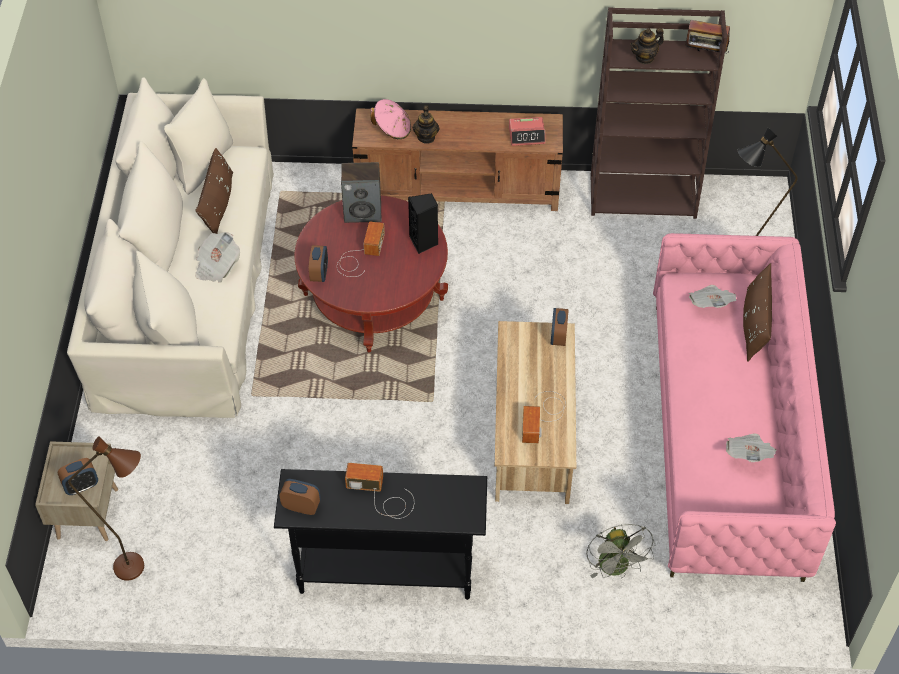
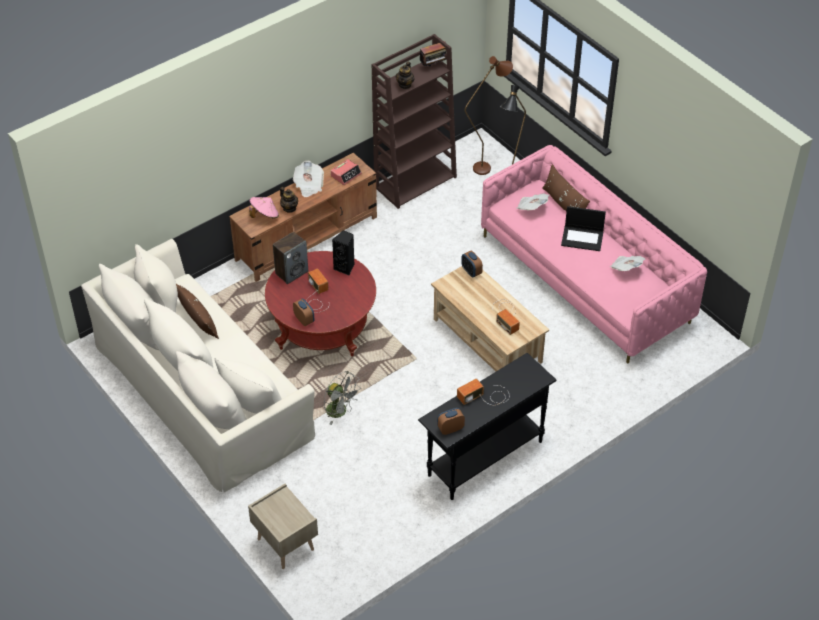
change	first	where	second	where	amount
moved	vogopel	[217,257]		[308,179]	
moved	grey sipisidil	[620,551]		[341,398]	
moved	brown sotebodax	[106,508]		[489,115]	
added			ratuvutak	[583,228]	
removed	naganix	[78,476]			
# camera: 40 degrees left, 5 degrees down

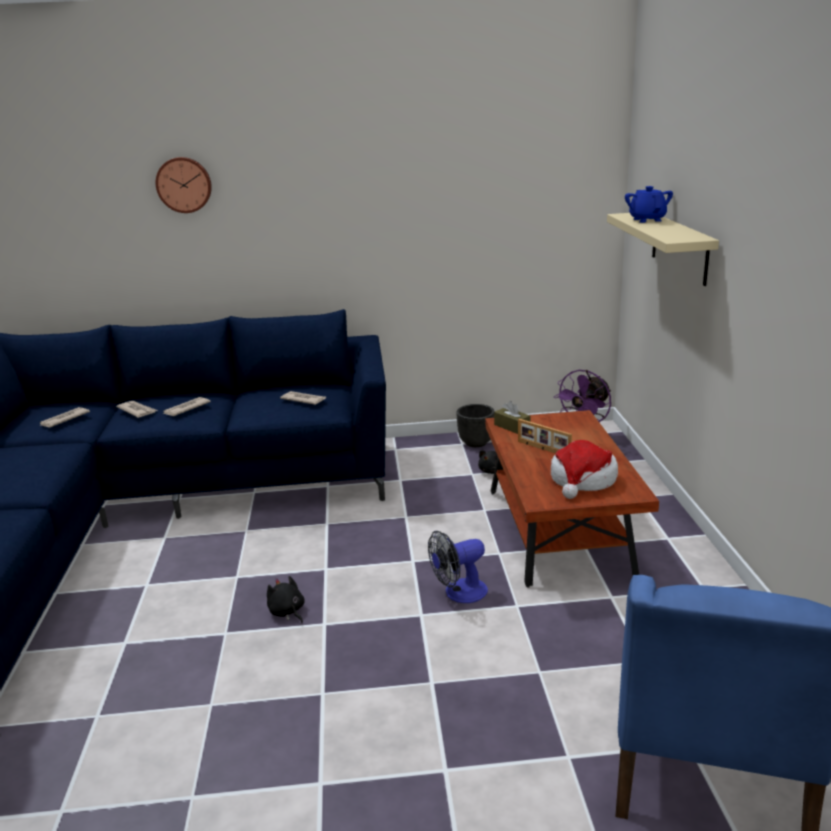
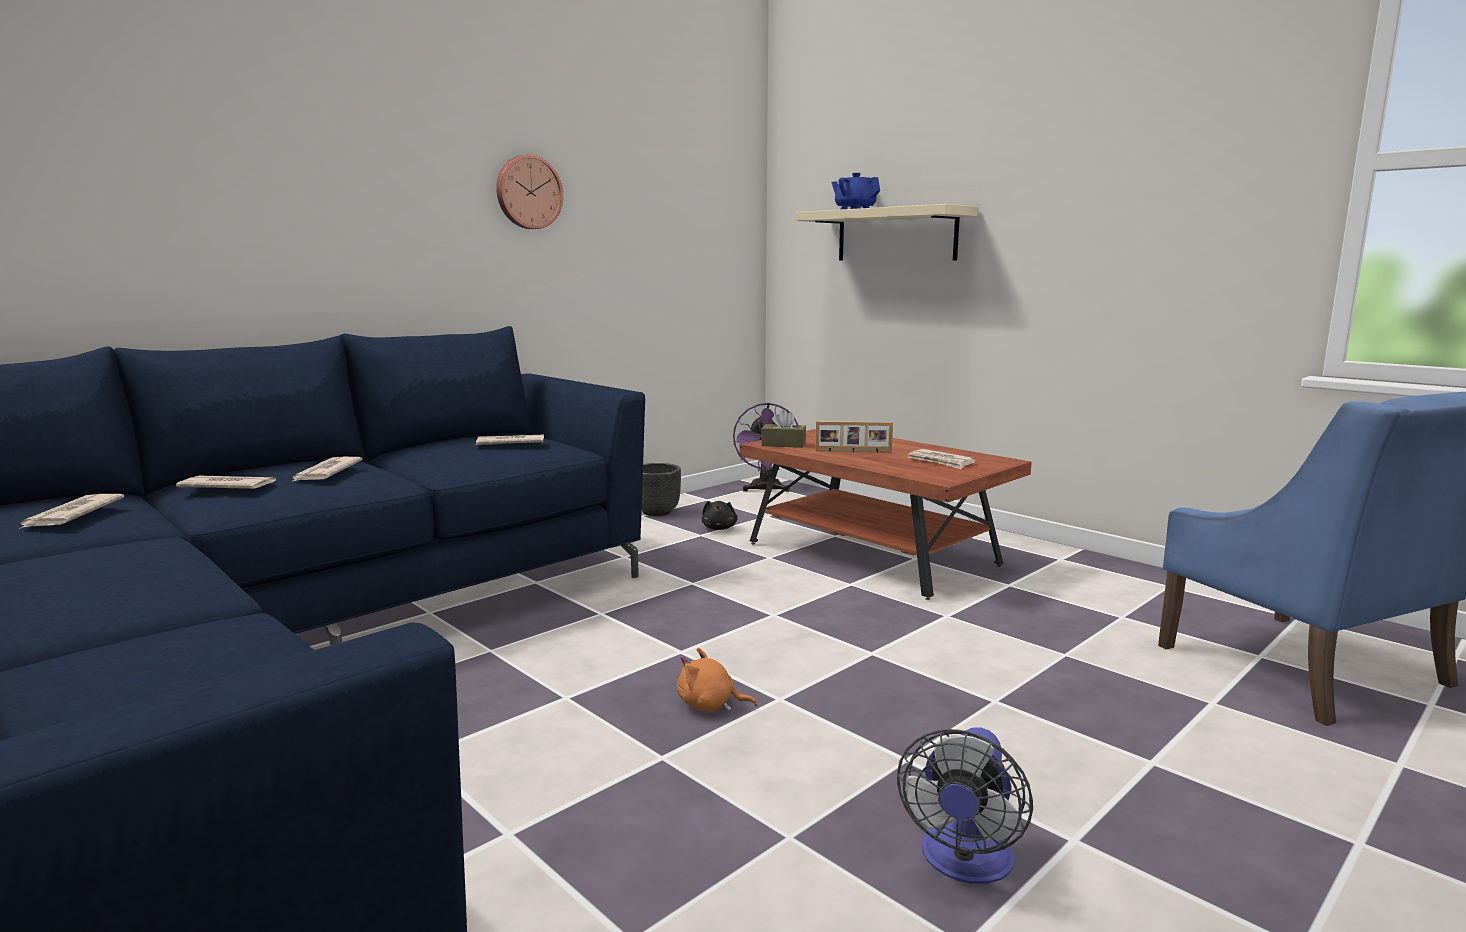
change	first	where	second	where	amount
moved	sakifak	[184,185]		[529,191]	
recoloured	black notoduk	[286,599]	orange notoduk	[717,679]	
moved	sipisidil	[458,567]		[965,805]	
replaced	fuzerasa	[584,469]	vogopel	[942,459]	
# camera: 40 degrees left, 10 degrees down

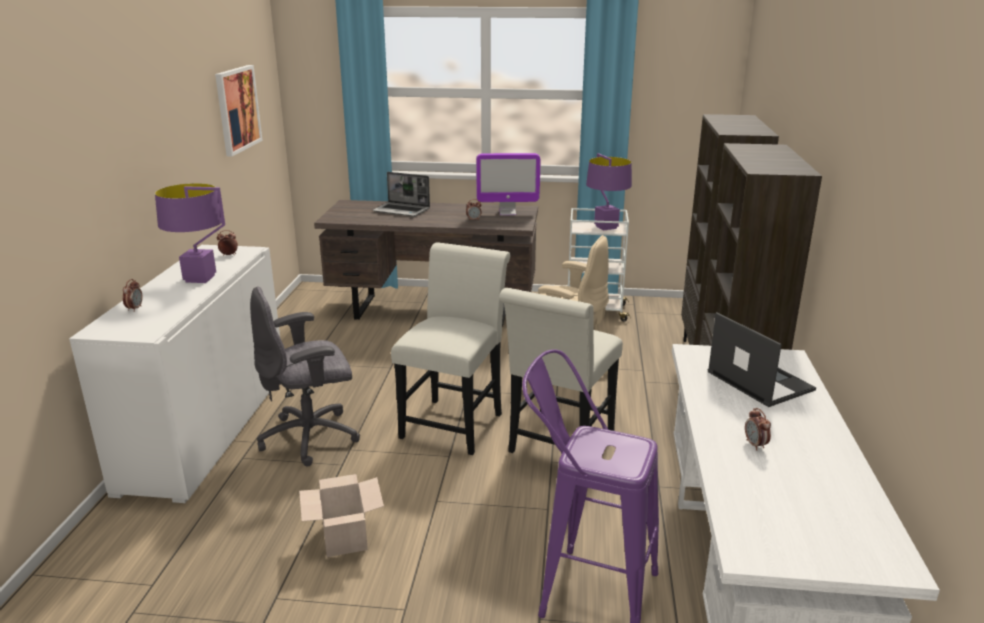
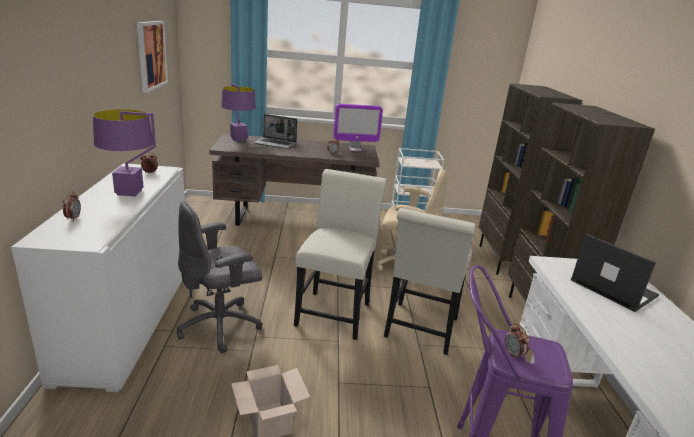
change	first	where	second	where	amount
moved	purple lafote	[609,192]		[238,112]	
moved	naganix	[758,429]		[517,342]	
# camera: 10 degrees left, 0 degrees up

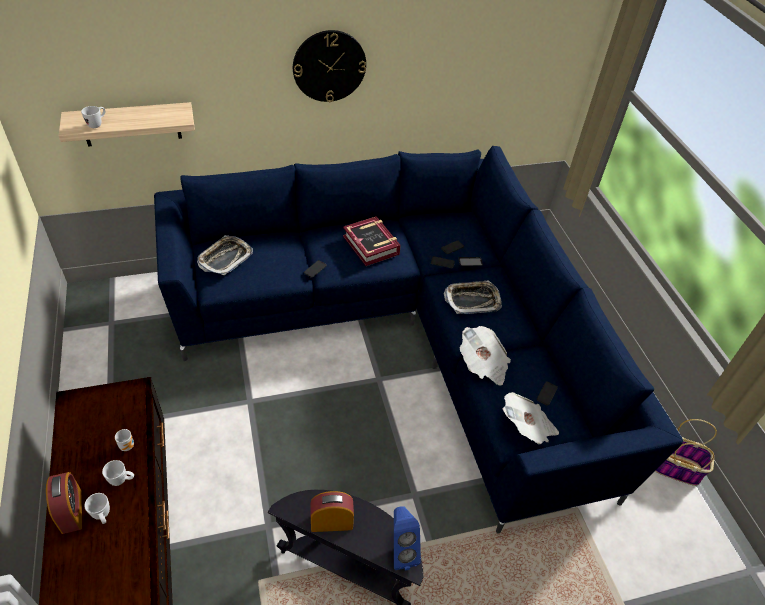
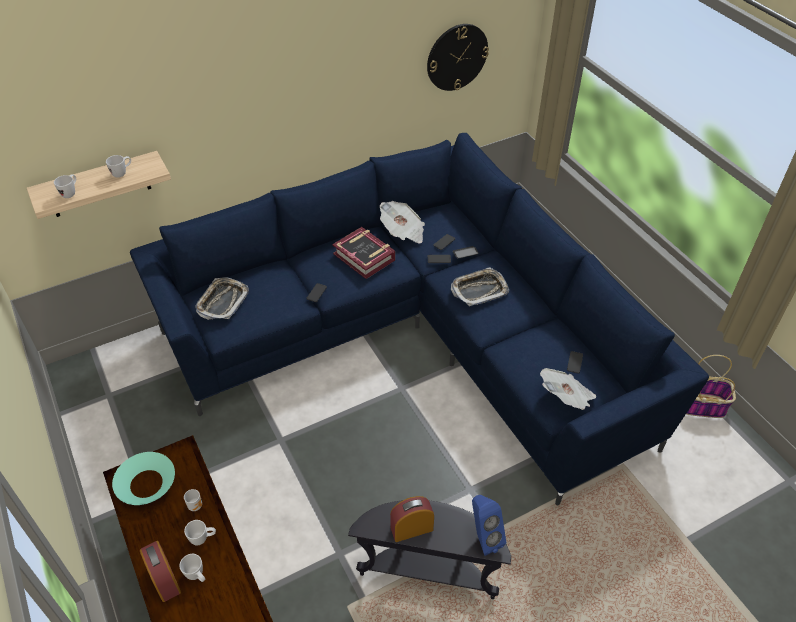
change	first	where	second	where	amount
added			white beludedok	[118,166]	
added			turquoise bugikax	[143,478]	
moved	vogopel	[485,356]		[402,222]	
moved	sakifak	[329,66]		[458,57]	
# camera: 10 degrees left, 0 degrees up

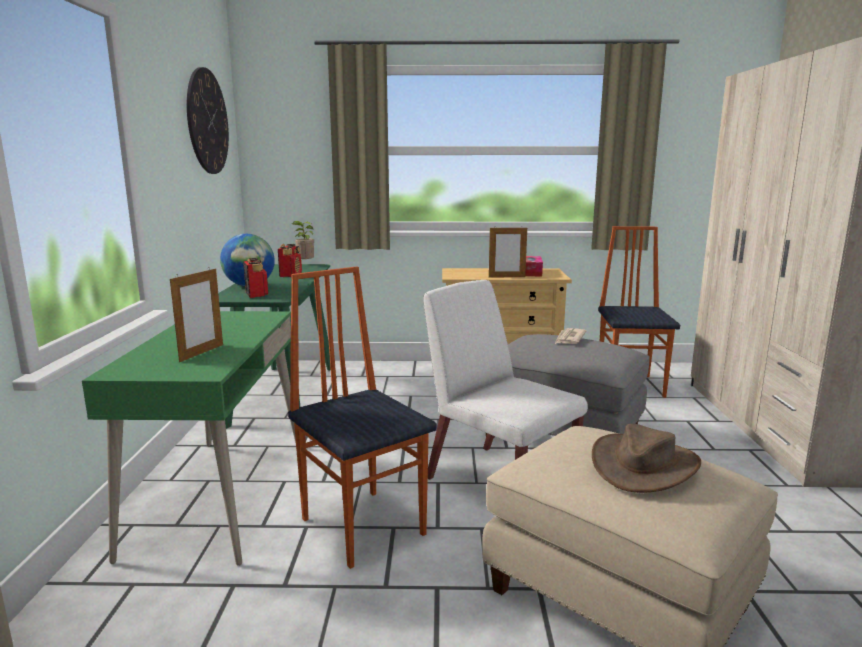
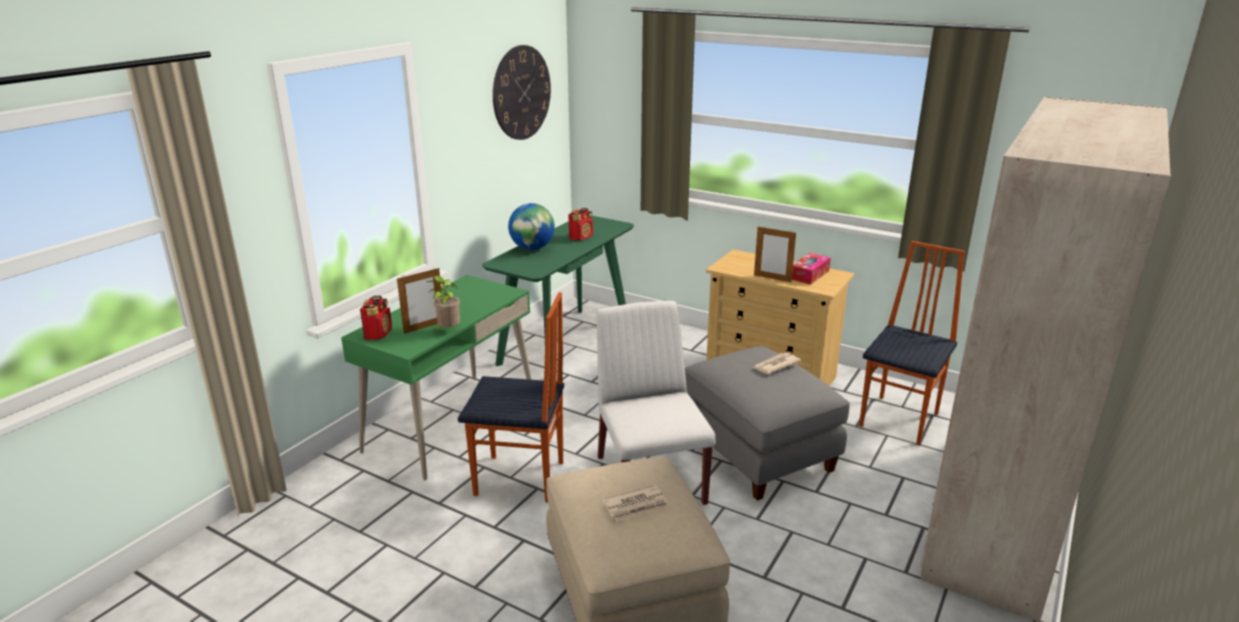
change	first	where	second	where	amount
moved	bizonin	[255,278]		[376,318]	
moved	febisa	[303,241]		[443,304]	
turned	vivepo	[362,417]		[511,397]	105 degrees clockwise
replaced	brown fuzerasa	[646,458]	vogopel	[635,503]	
# camera: 30 degrees right, 10 degrees up

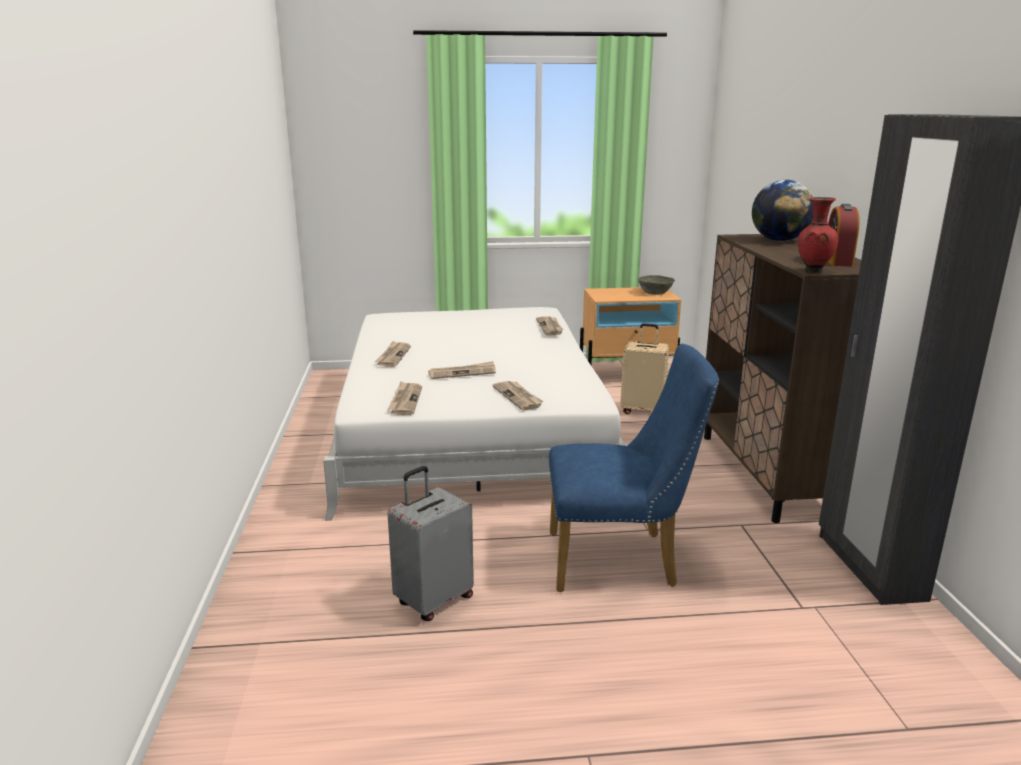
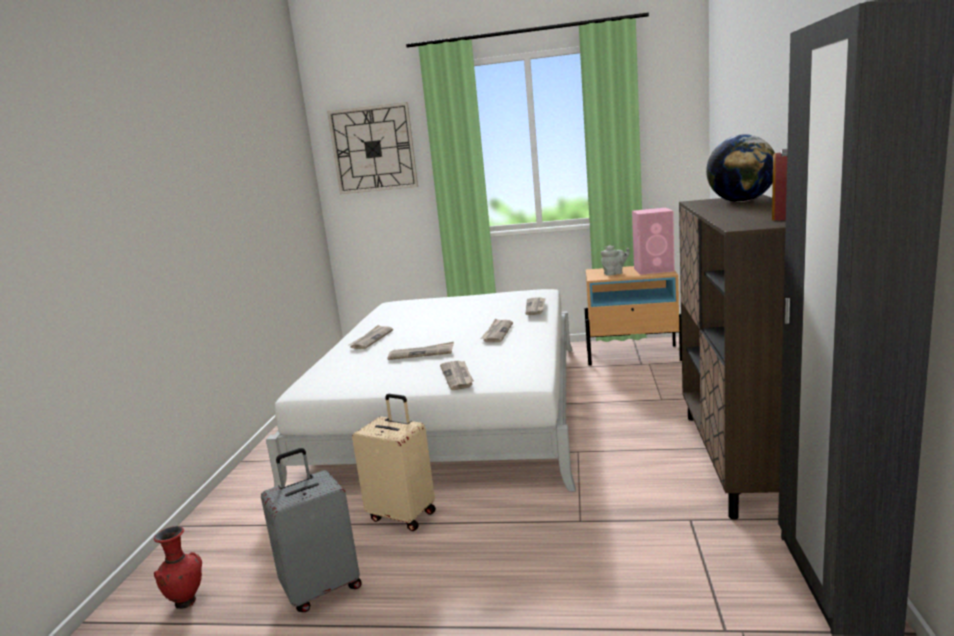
change	first	where	second	where	amount
moved	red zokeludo	[818,235]		[178,567]	
added			sakifak	[372,148]	
moved	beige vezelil	[644,368]		[394,462]	
moved	vogopel	[404,398]		[496,330]	
added			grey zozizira	[615,260]	
replaced	grey bugikax	[656,285]	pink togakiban	[653,241]	
removed	blue vivepo	[634,468]			
# camera: 15 degrees right, 5 degrees down

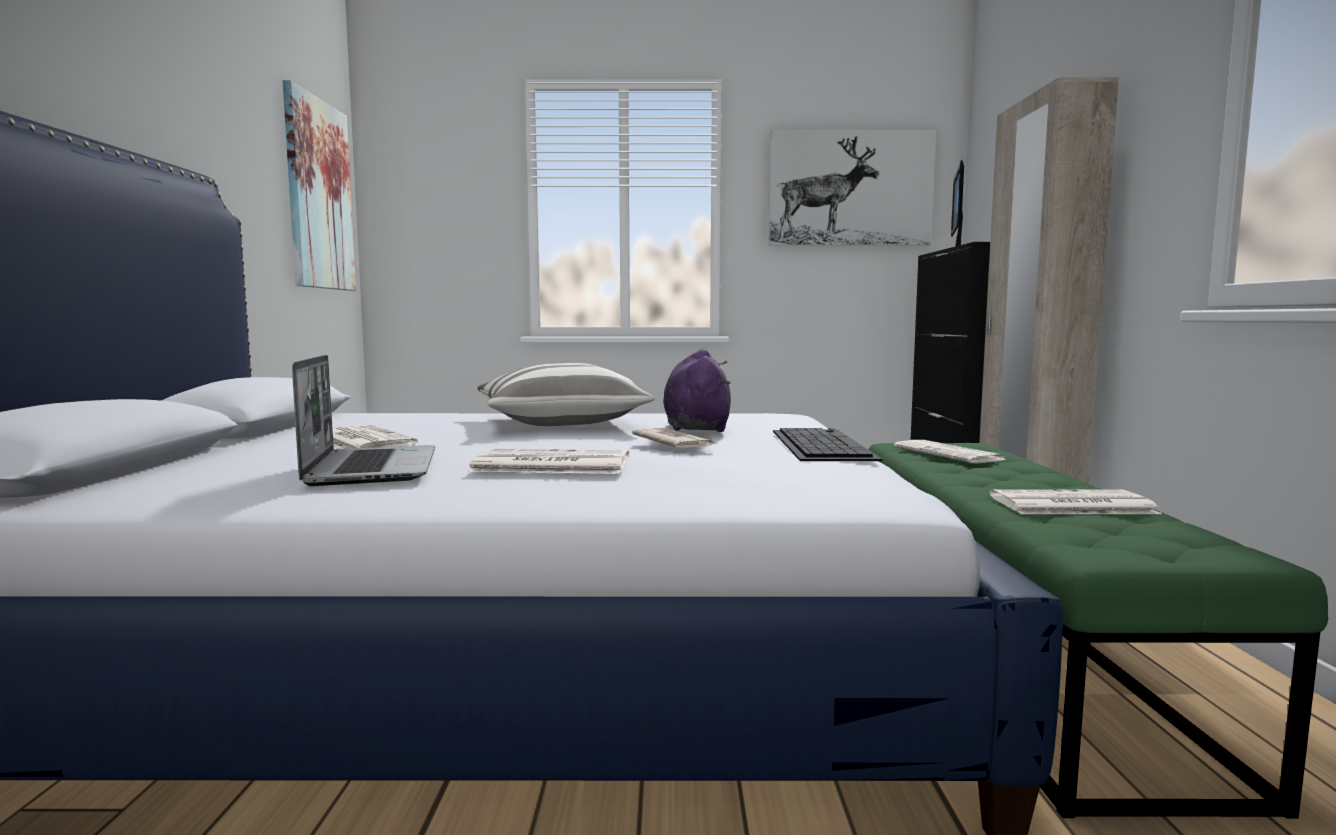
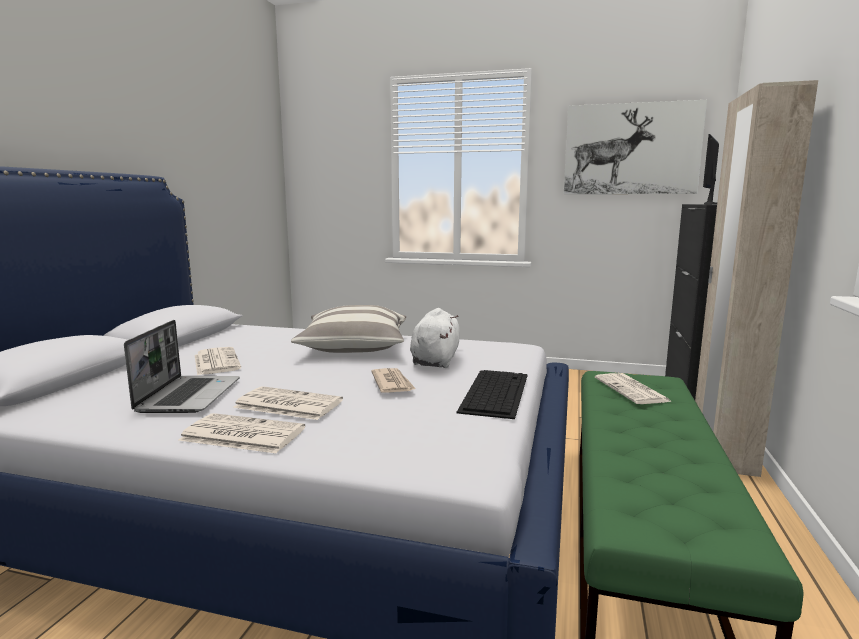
change	first	where	second	where	amount
moved	vogopel	[1075,501]		[242,433]	
recoloured	purple notoduk	[697,390]	white notoduk	[435,338]	
removed	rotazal	[319,185]			
# camera: 15 degrees right, 5 degrees up

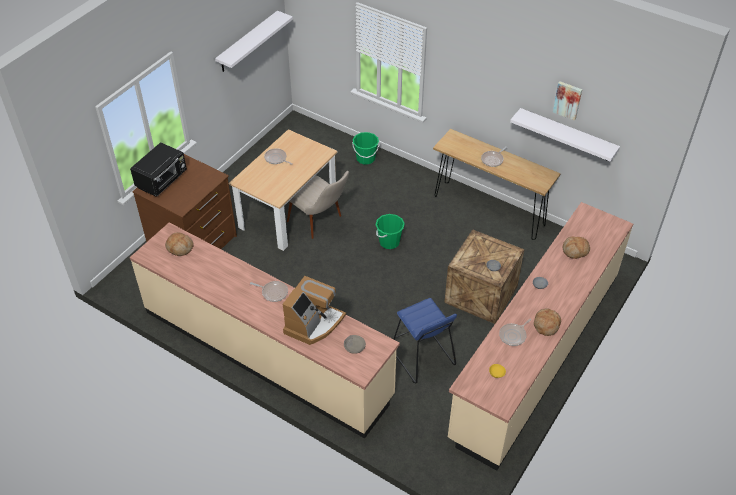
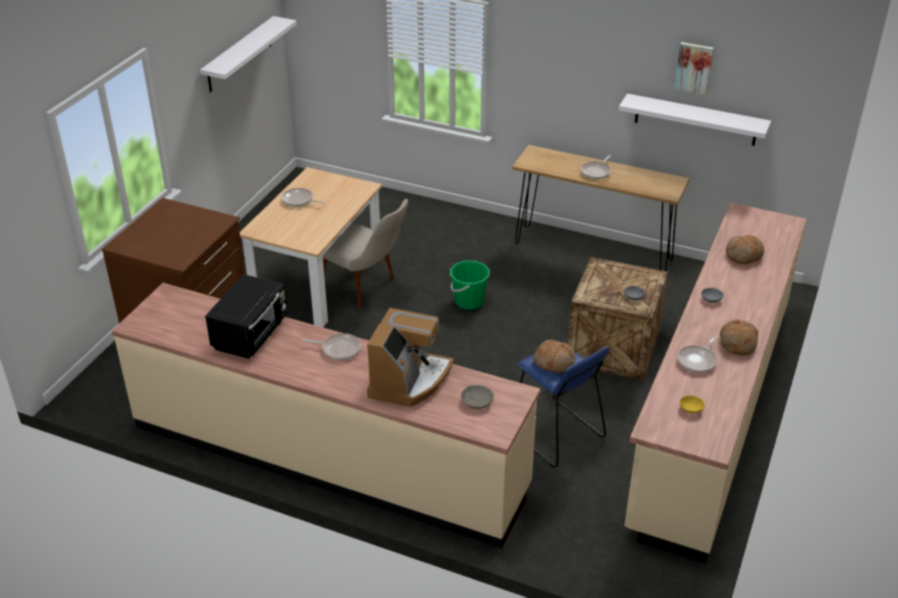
change	first	where	second	where	amount
moved	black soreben	[158,169]		[246,316]	
moved	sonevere	[179,244]		[554,356]	
removed	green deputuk	[365,148]			
# camera: 10 degrees left, 10 degrees down

